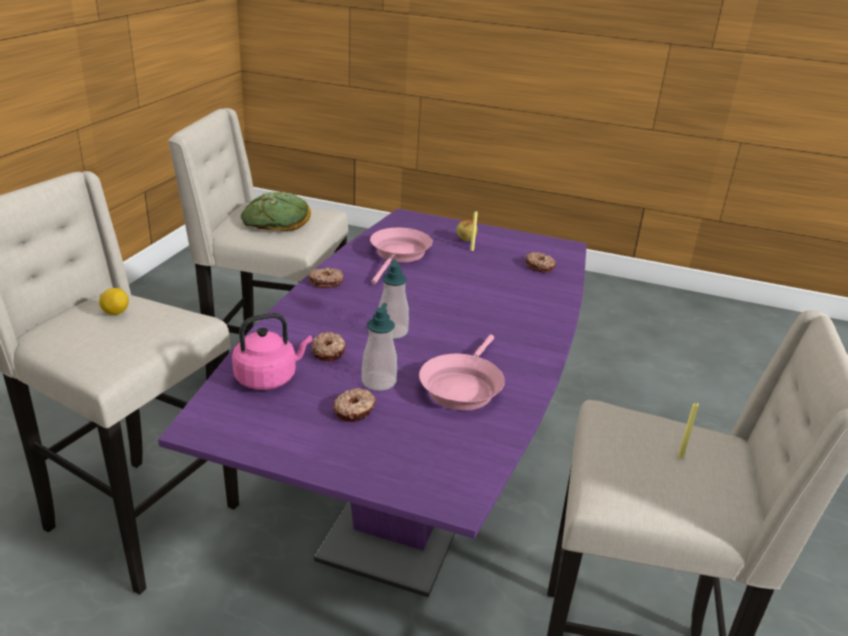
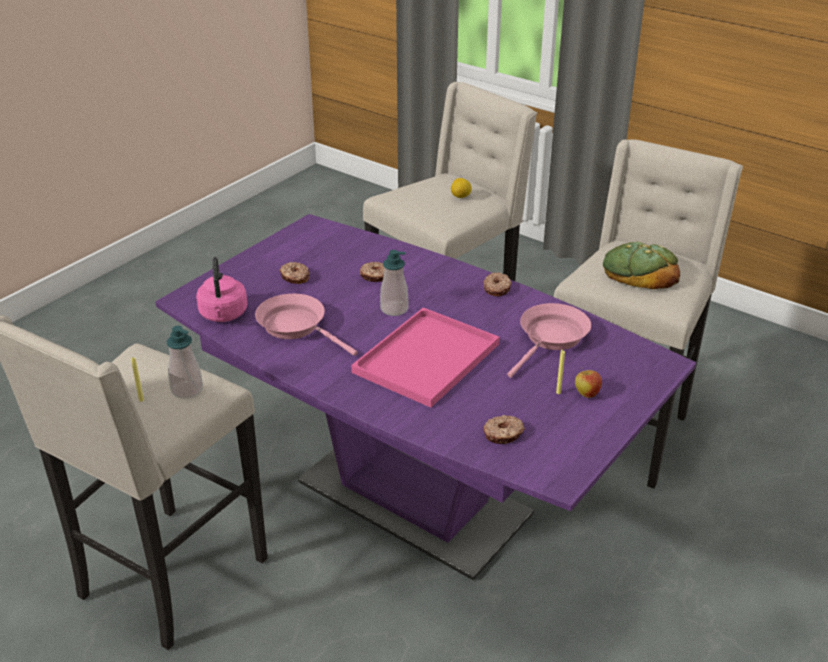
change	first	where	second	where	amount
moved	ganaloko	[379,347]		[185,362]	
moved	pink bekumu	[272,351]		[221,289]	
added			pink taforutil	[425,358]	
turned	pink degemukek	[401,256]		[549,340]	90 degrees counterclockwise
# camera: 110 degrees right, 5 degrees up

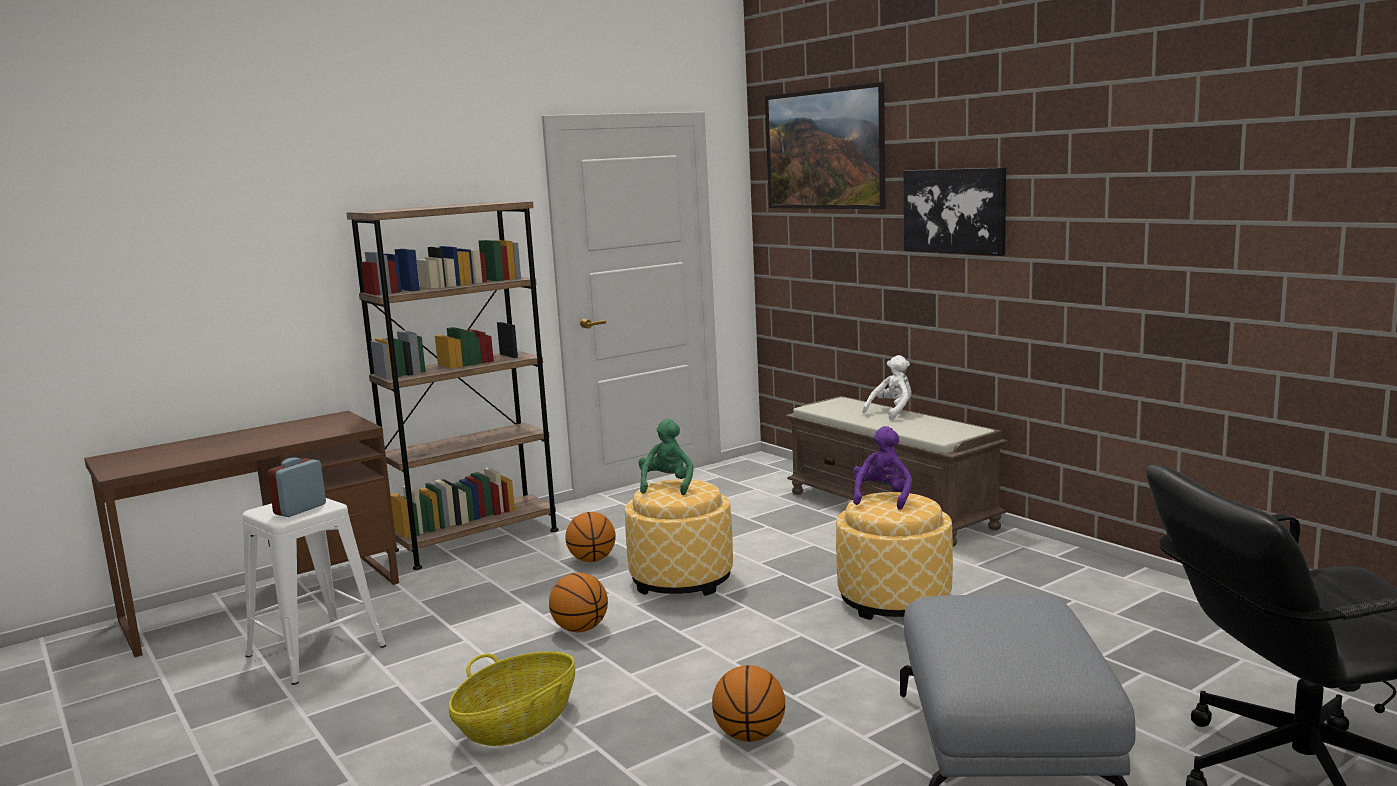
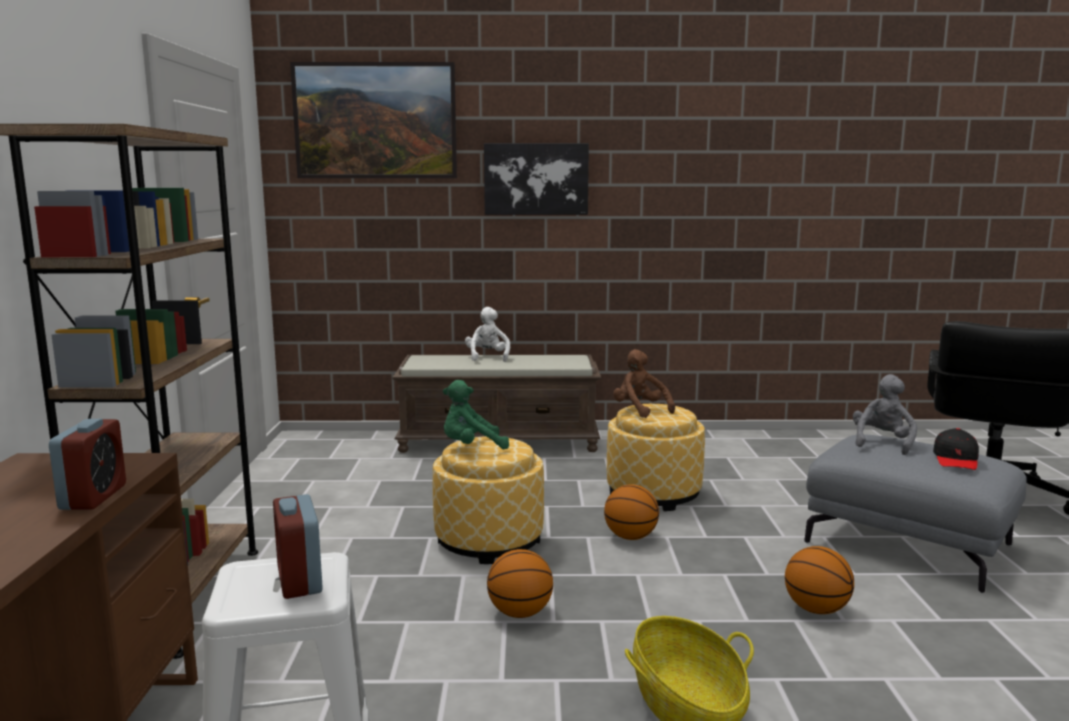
change	first	where	second	where	amount
added			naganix	[87,464]	
turned	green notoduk	[666,457]		[476,414]	60 degrees counterclockwise
moved	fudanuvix	[591,537]		[631,512]	
recoloured	purple notoduk	[882,468]	brown notoduk	[644,383]	
added			grey notoduk	[885,414]	
added			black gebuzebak	[956,449]	
# camera: 55 degrees left, 0 degrees up

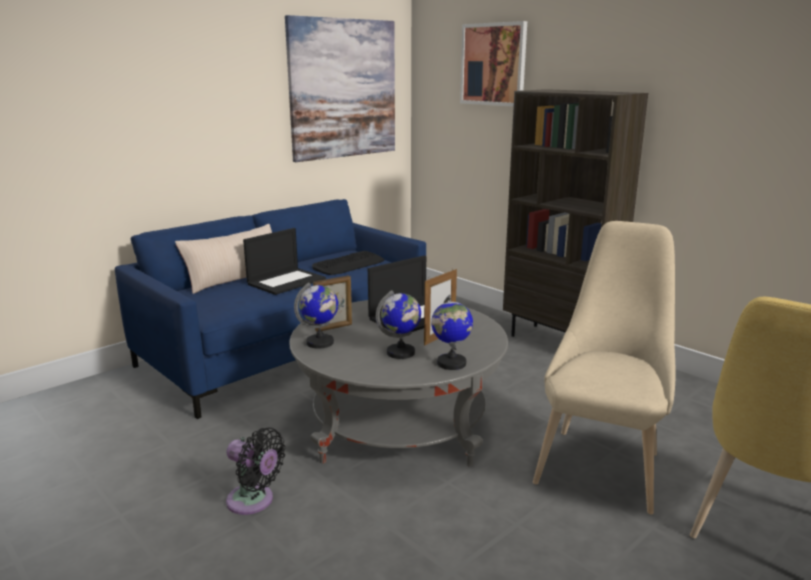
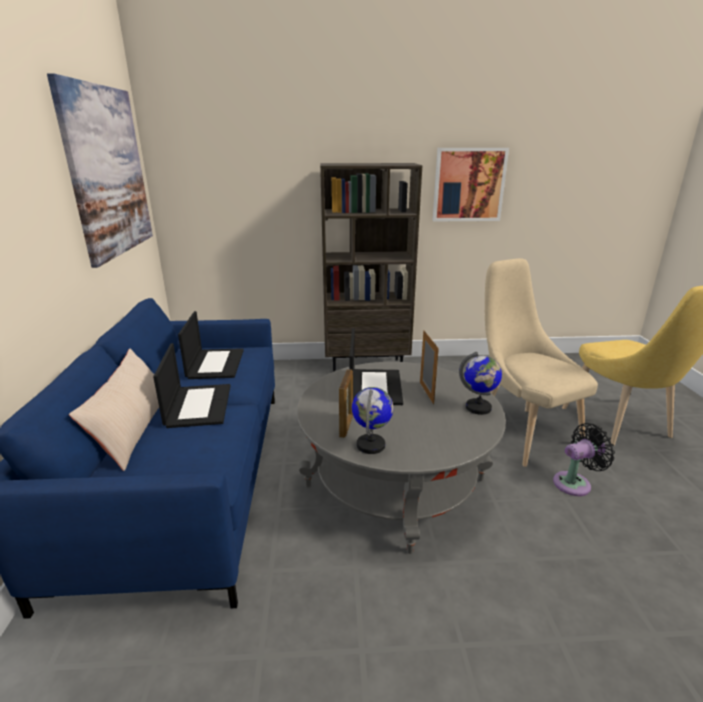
change	first	where	second	where	amount
replaced	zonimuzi	[348,263]	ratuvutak	[211,345]	
moved	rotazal	[493,64]		[471,185]	
moved	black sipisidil	[256,471]		[584,459]	
removed	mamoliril	[398,324]			
# camera: 50 degrees left, 5 degrees up

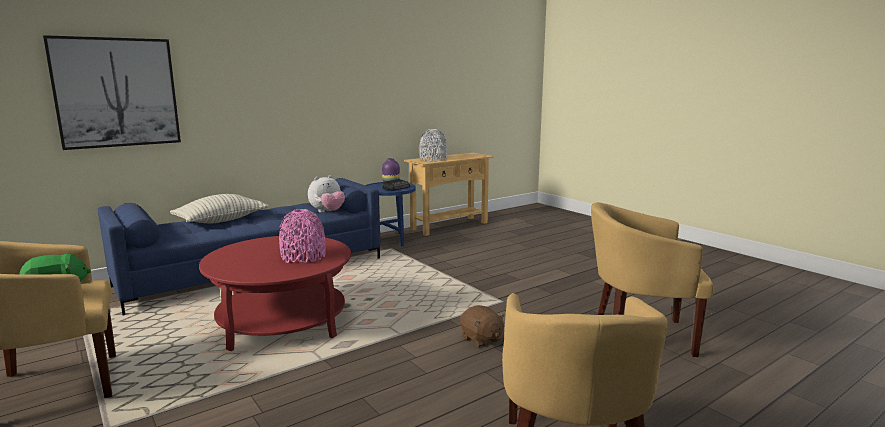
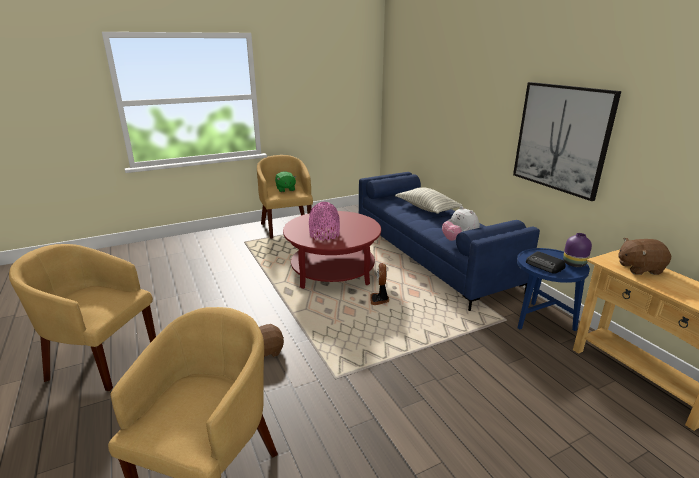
change	first	where	second	where	amount
added			sipisidil	[379,284]	
moved	rotazal	[112,92]		[567,141]	
replaced	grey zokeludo	[433,145]	brown notoduk	[644,256]	
# camera: 100 degrees right, 10 degrees up

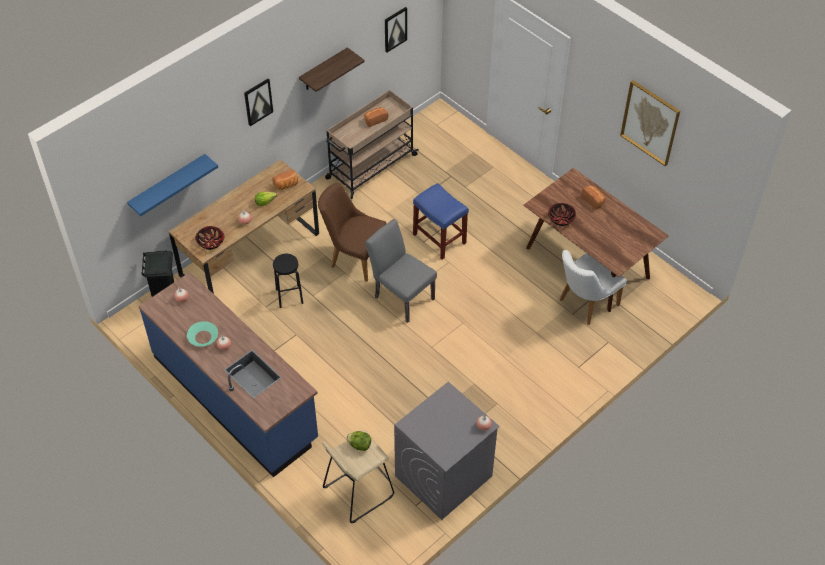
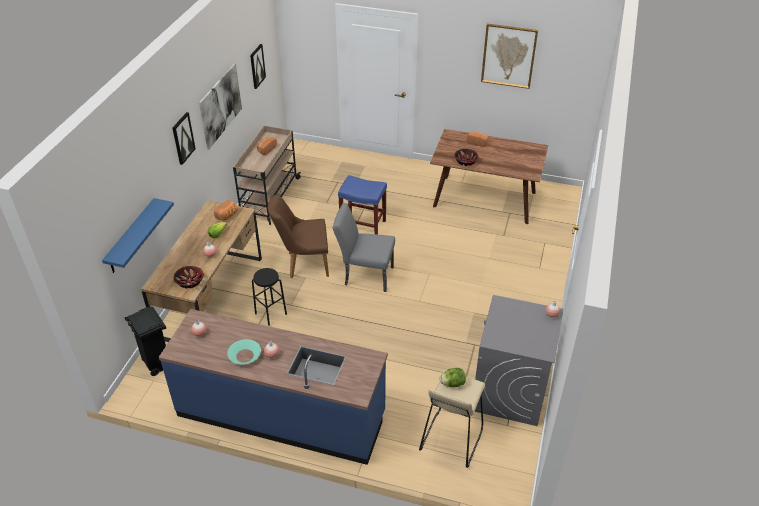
change	first	where	second	where	amount
replaced	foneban	[332,69]	rotazal	[220,106]	
removed	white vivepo	[593,287]			
# camera: 30 degrees left, 10 degrees down

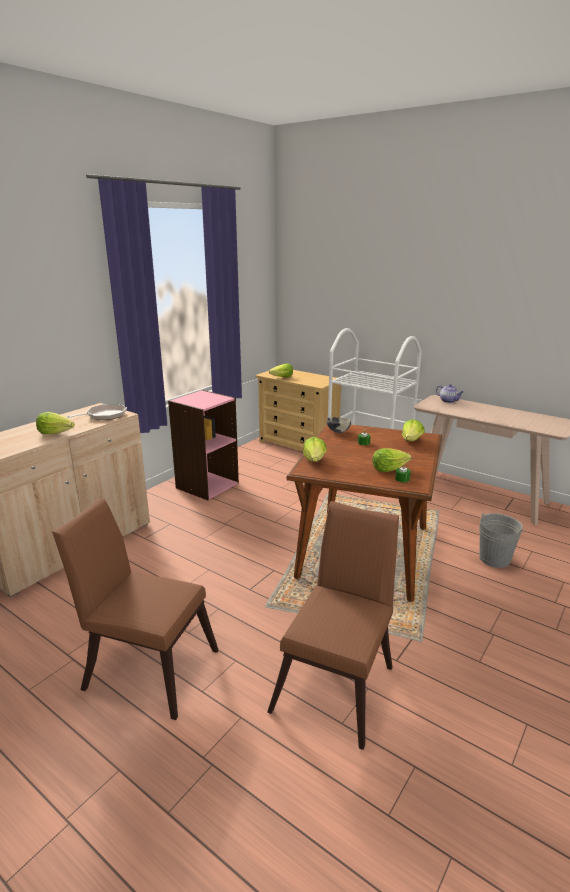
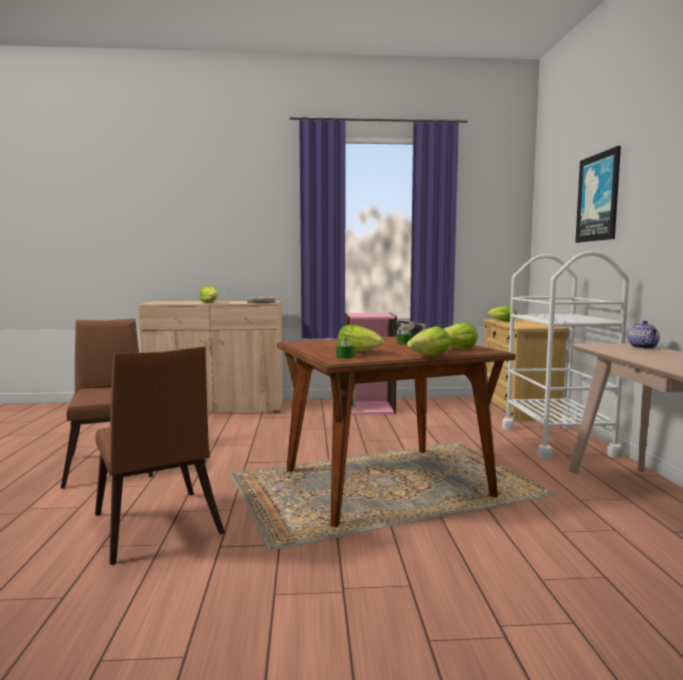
change	first	where	second	where	amount
turned	brown vivepo	[333,625]		[160,455]	75 degrees clockwise
moved	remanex	[315,449]		[429,340]	
added			rotazal	[598,194]	
removed	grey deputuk	[501,540]			
# camera: 50 degrees right, 15 degrees down

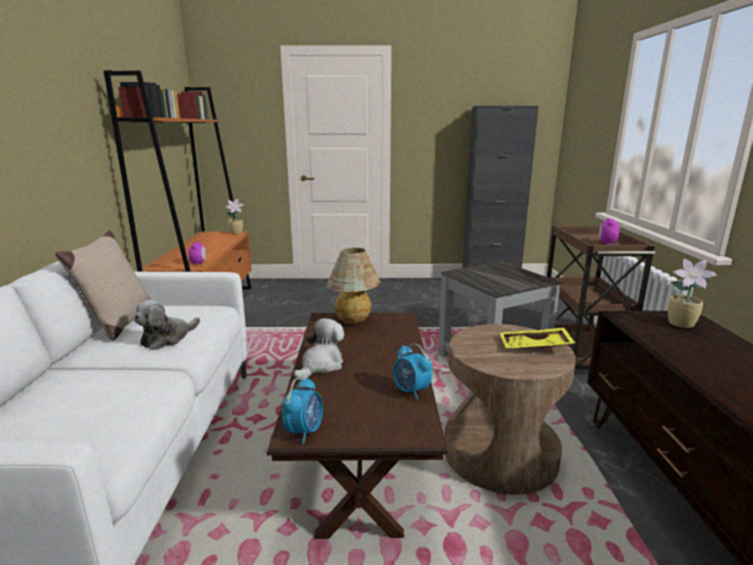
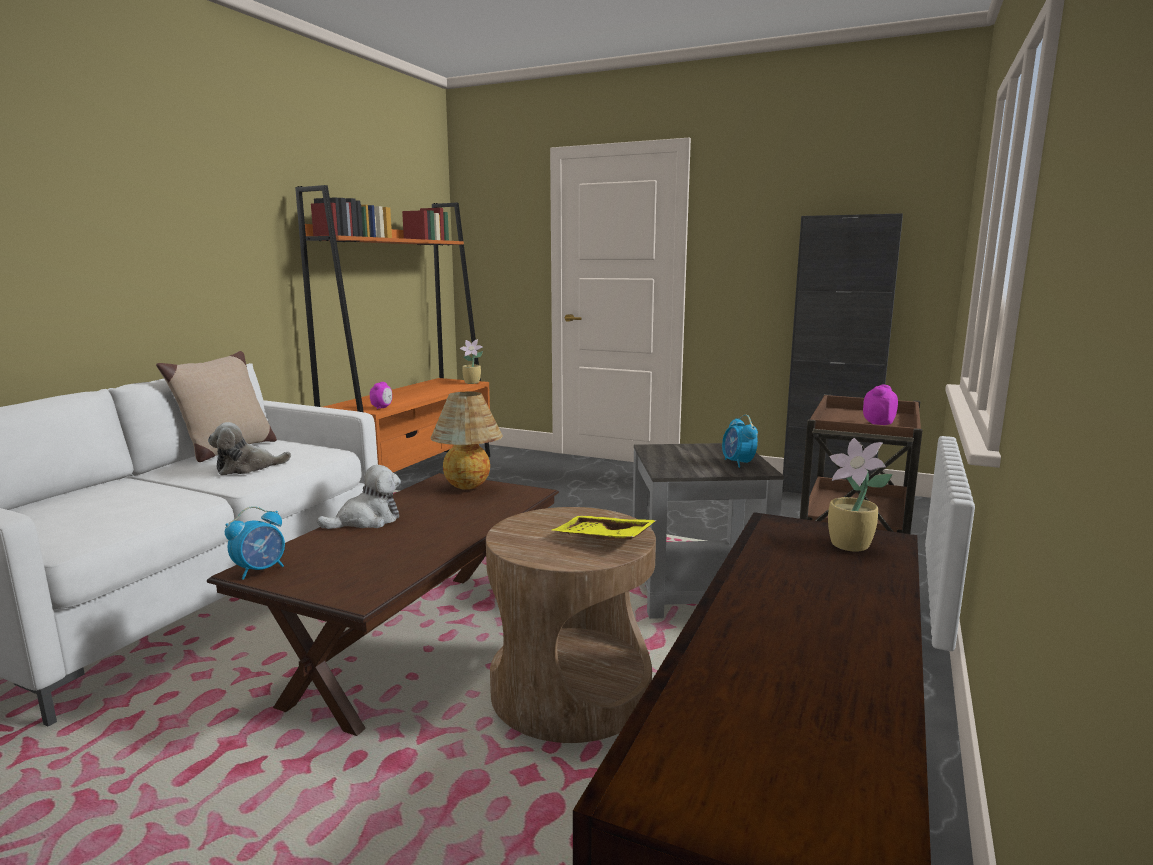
change	first	where	second	where	amount
moved	naganix	[412,372]		[740,441]	
# camera: 25 degrees right, 5 degrees down

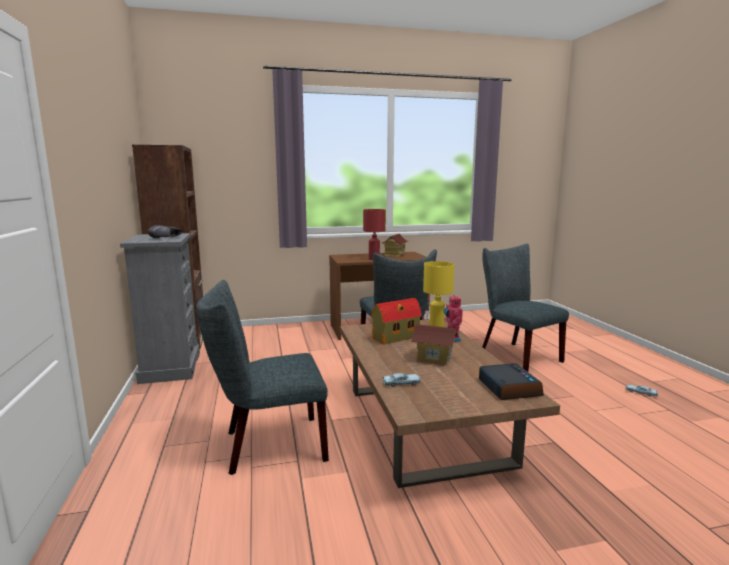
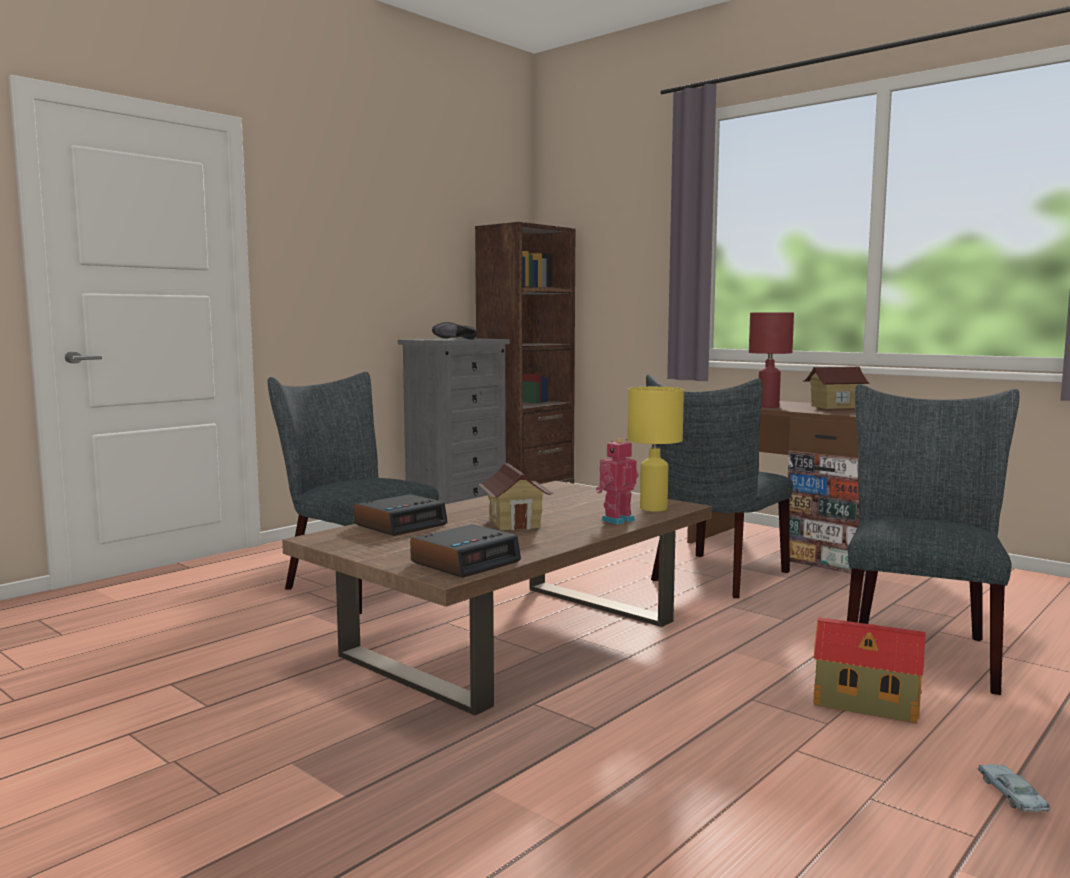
change	first	where	second	where	amount
replaced	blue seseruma	[401,380]	naganix	[401,515]	
moved	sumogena	[396,321]		[869,670]	
# camera: 55 degrees right, 5 degrees down

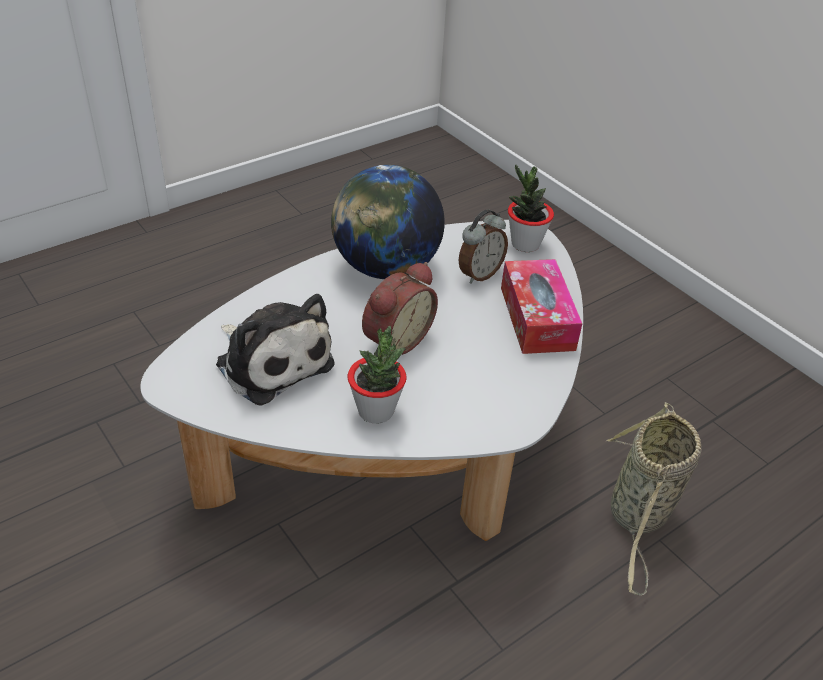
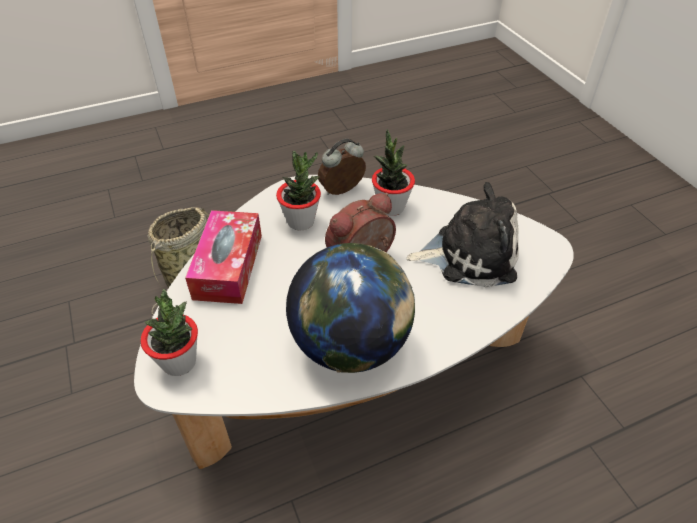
change	first	where	second	where	amount
added			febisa	[298,191]	
moved	naganix	[483,246]		[342,167]	
turned	notoduk	[275,350]		[462,235]	120 degrees clockwise
# camera: 165 degrees left, 5 degrees up

